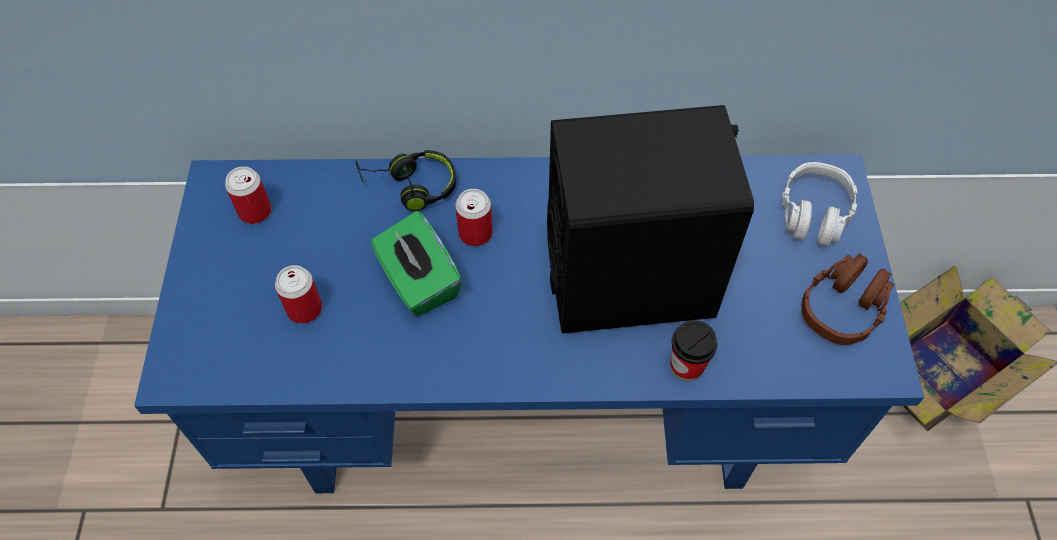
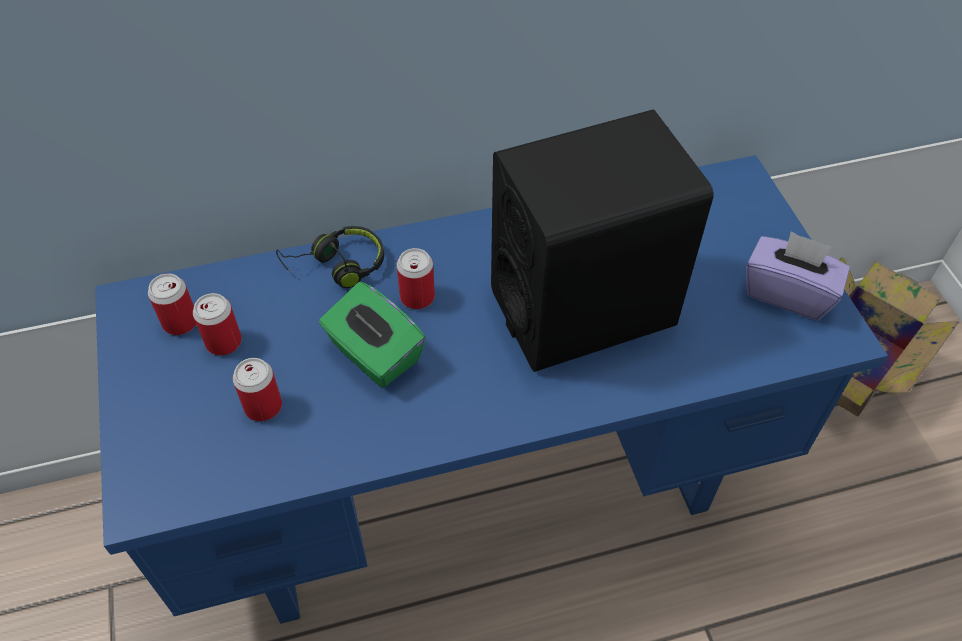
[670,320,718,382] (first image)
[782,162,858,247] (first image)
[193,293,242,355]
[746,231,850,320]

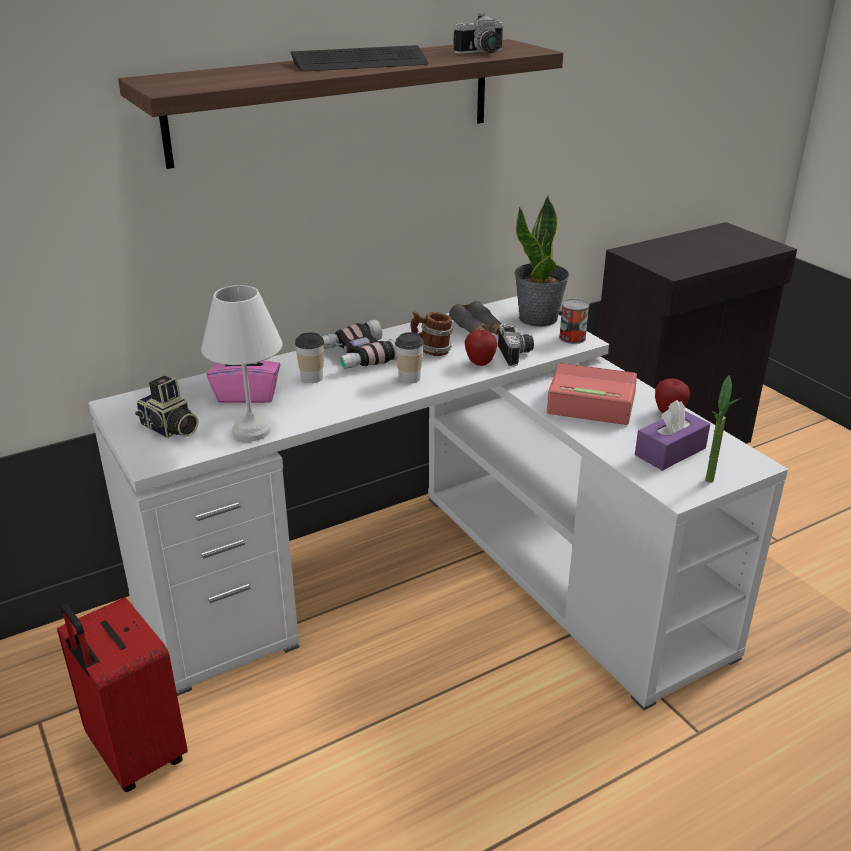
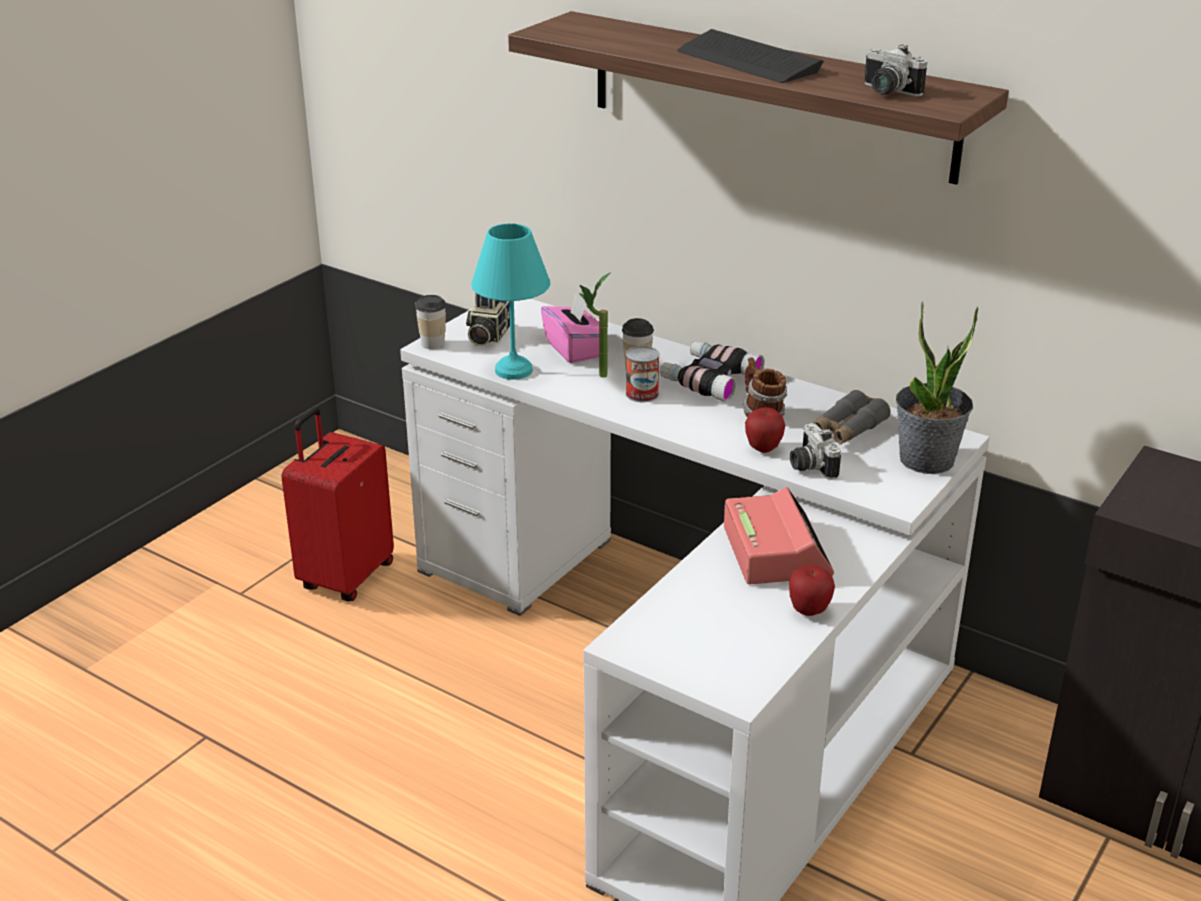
[635,400,710,471] (first image)
[415,295,446,349]
[626,346,660,402]
[579,272,611,378]
[471,223,550,380]
[790,423,841,480]

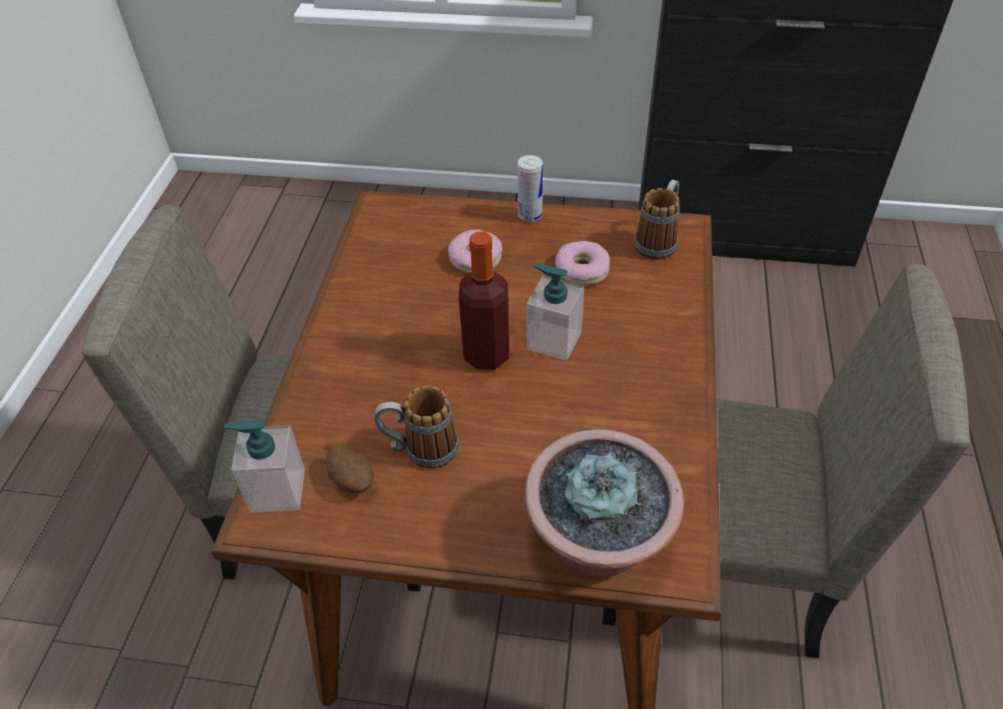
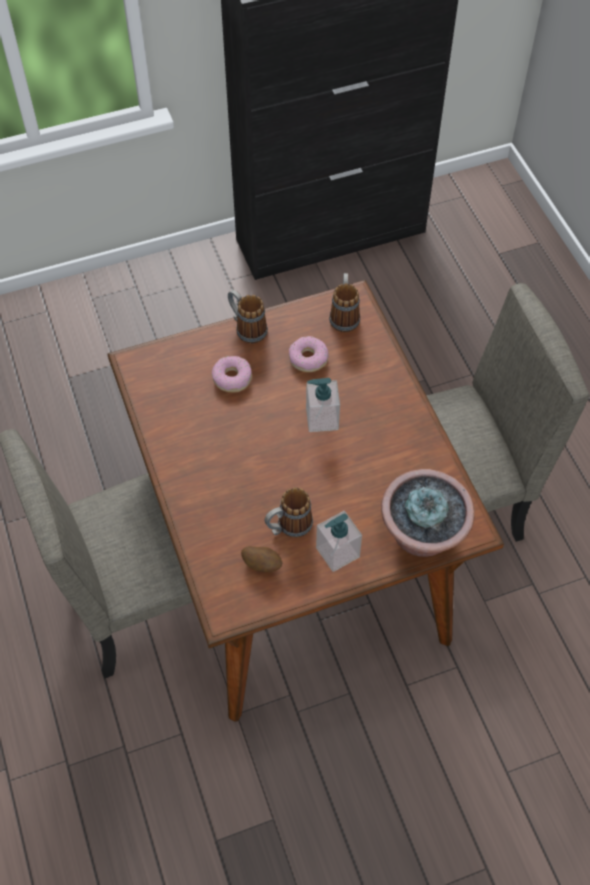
[459,232,510,370] (first image)
[316,511,362,572]
[228,290,268,343]

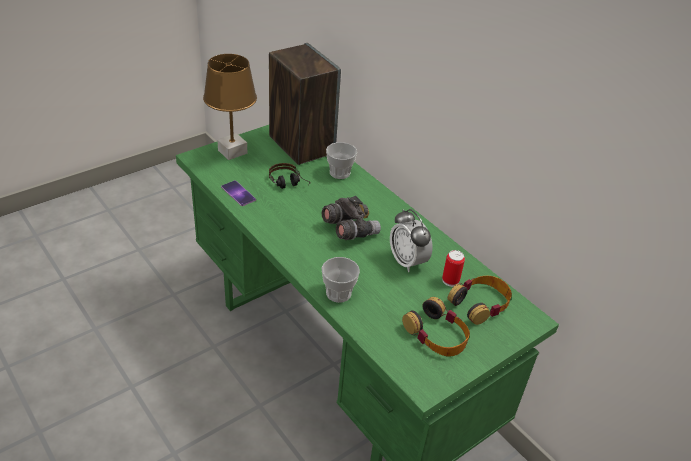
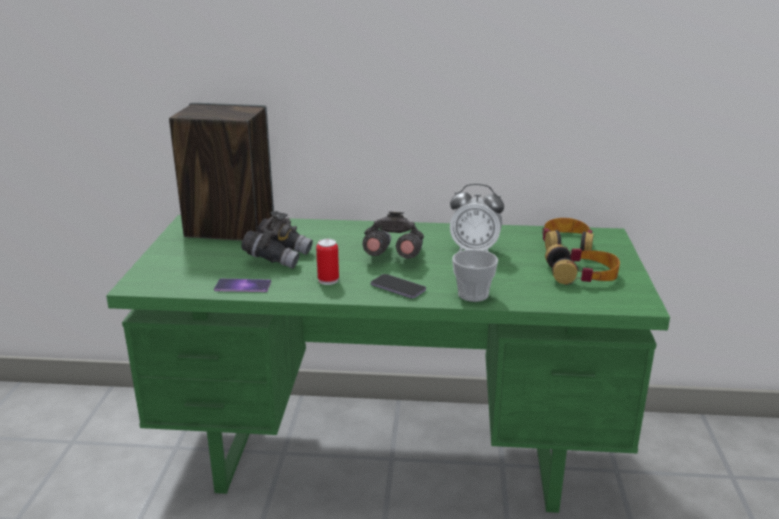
[203,54,257,160] (first image)
[326,142,357,179] (first image)
[371,274,426,298]
[316,239,339,285]
[241,211,313,269]

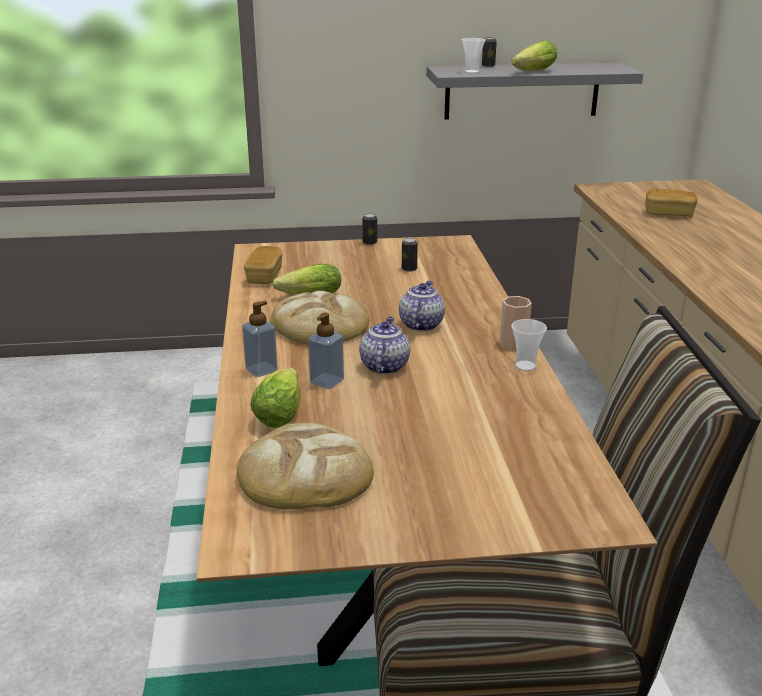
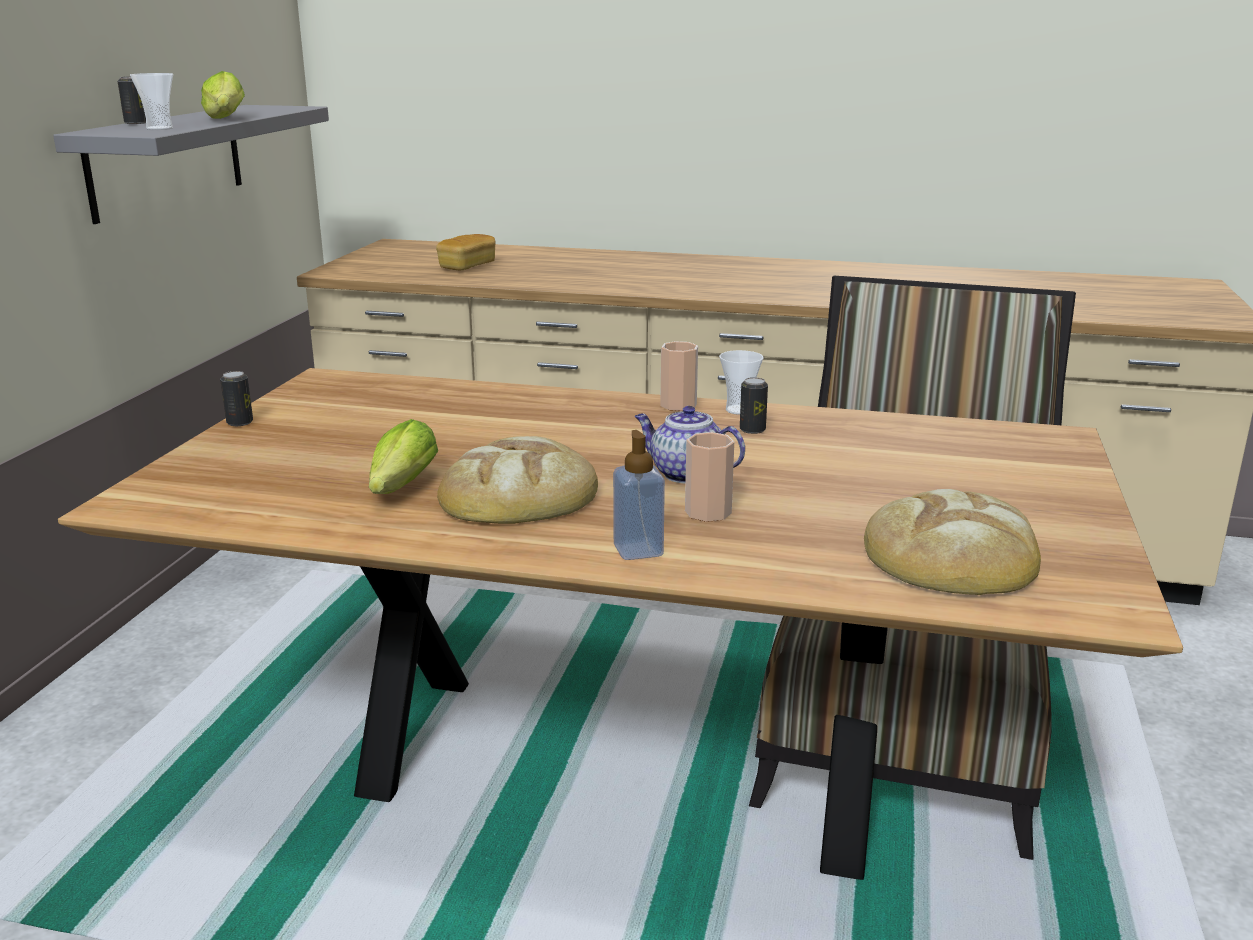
[244,246,282,284] (first image)
[250,368,301,428] (first image)
[399,281,445,331] (first image)
[740,377,768,434]
[685,432,734,522]

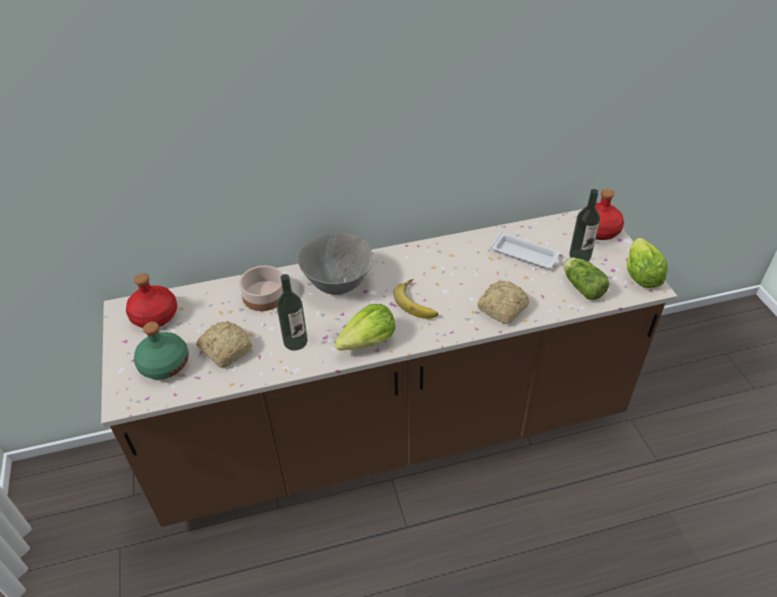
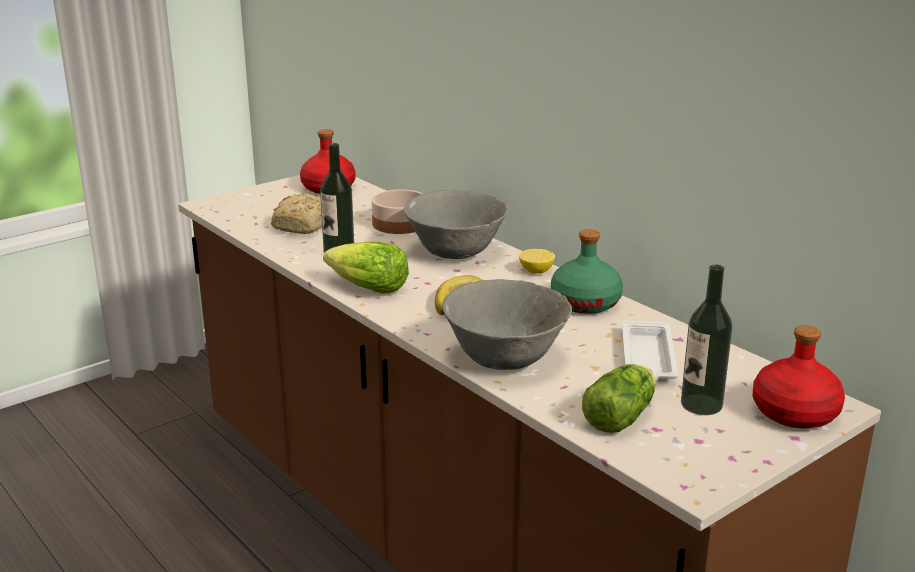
[627,238,668,288] (first image)
[519,249,555,274]
[551,229,623,314]
[442,279,572,370]

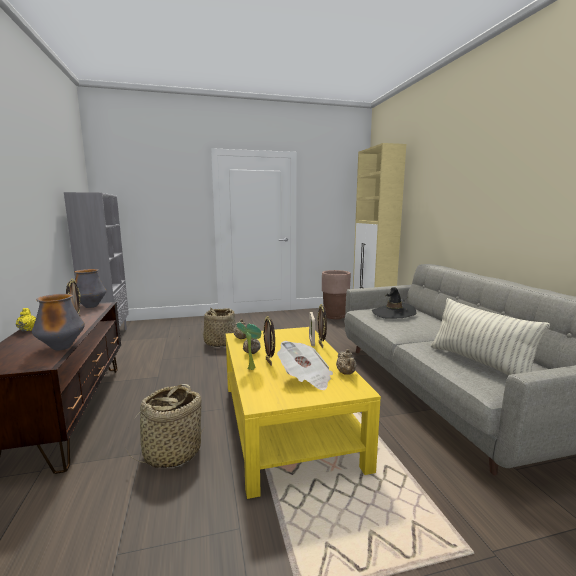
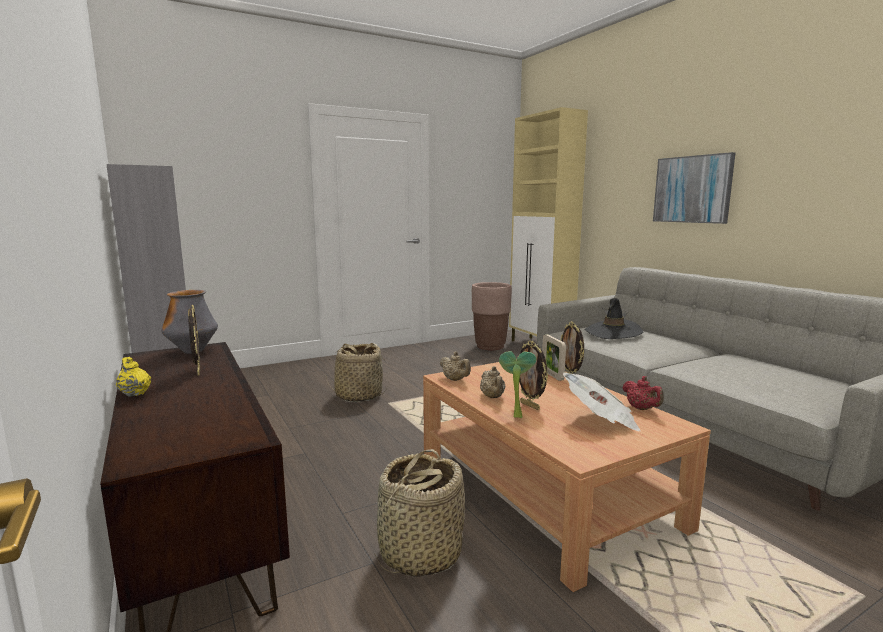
[32,294,85,351] (first image)
[431,298,550,376] (first image)
[653,152,735,224]
[423,359,711,592]
[623,376,664,410]

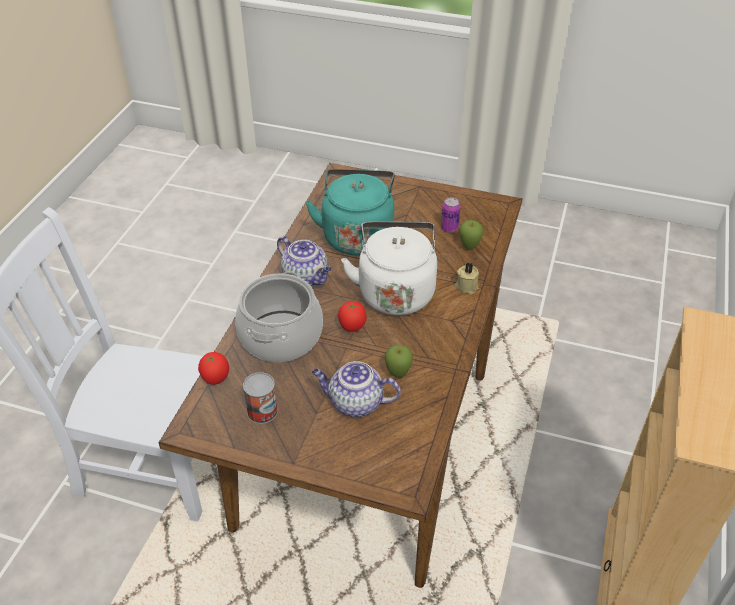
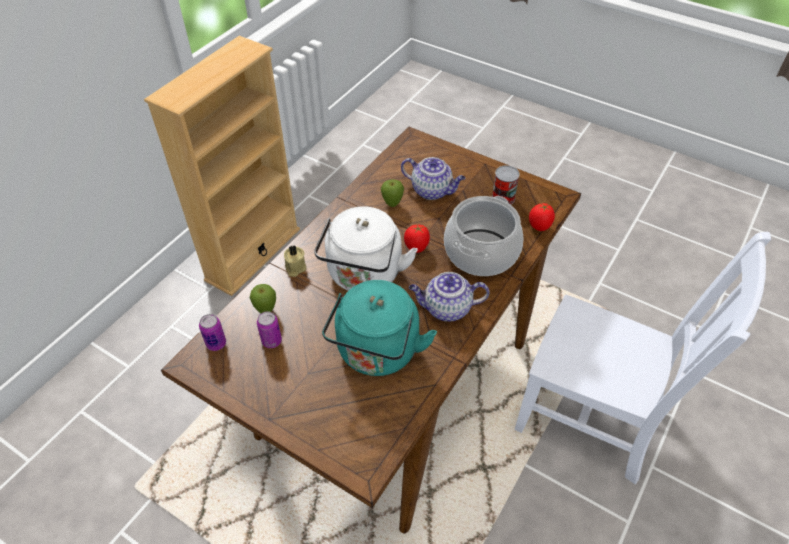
[199,314,226,351]
[409,272,490,322]

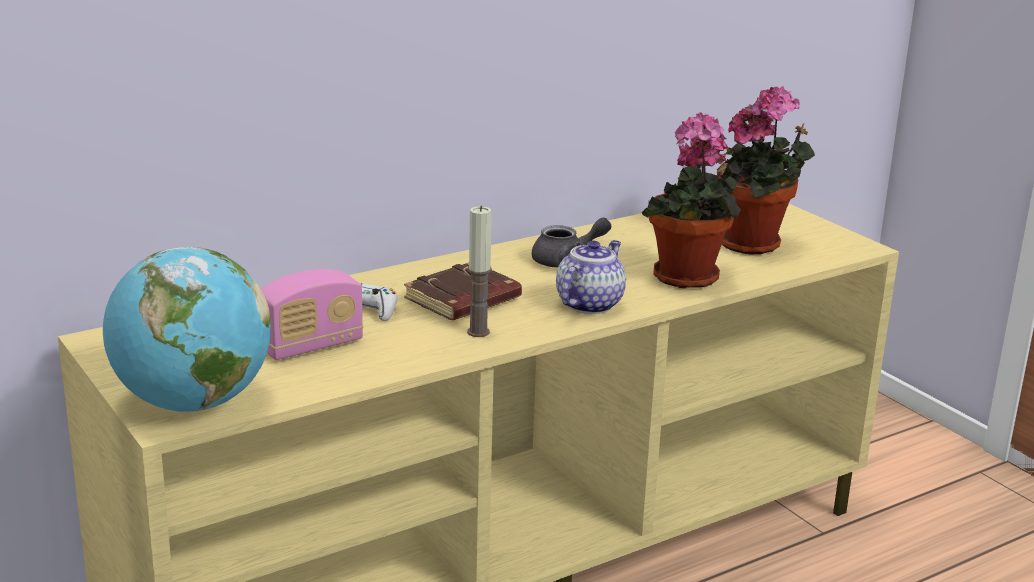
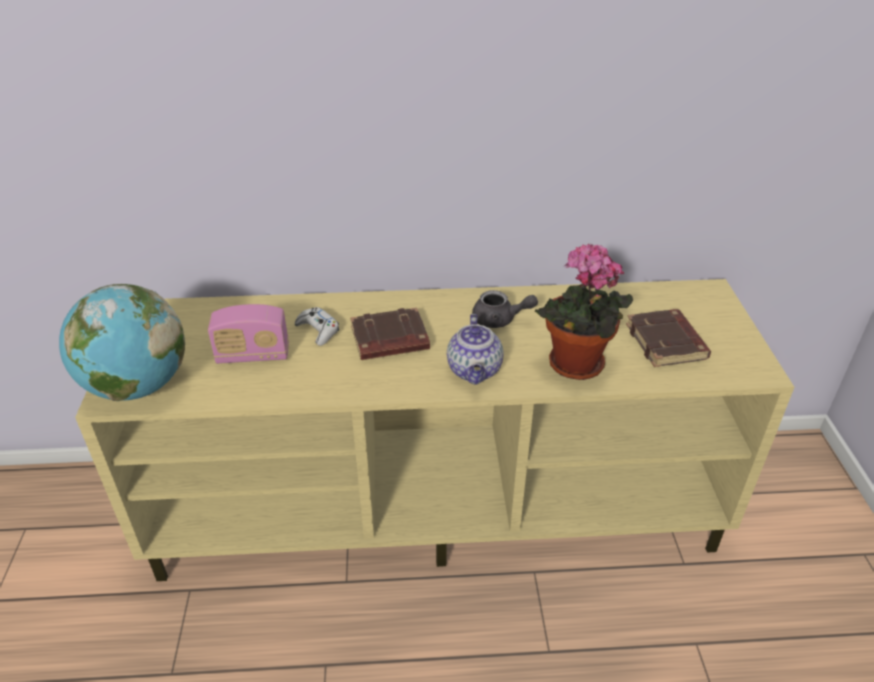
[467,206,492,337] (first image)
[626,309,711,367]
[447,314,504,384]

